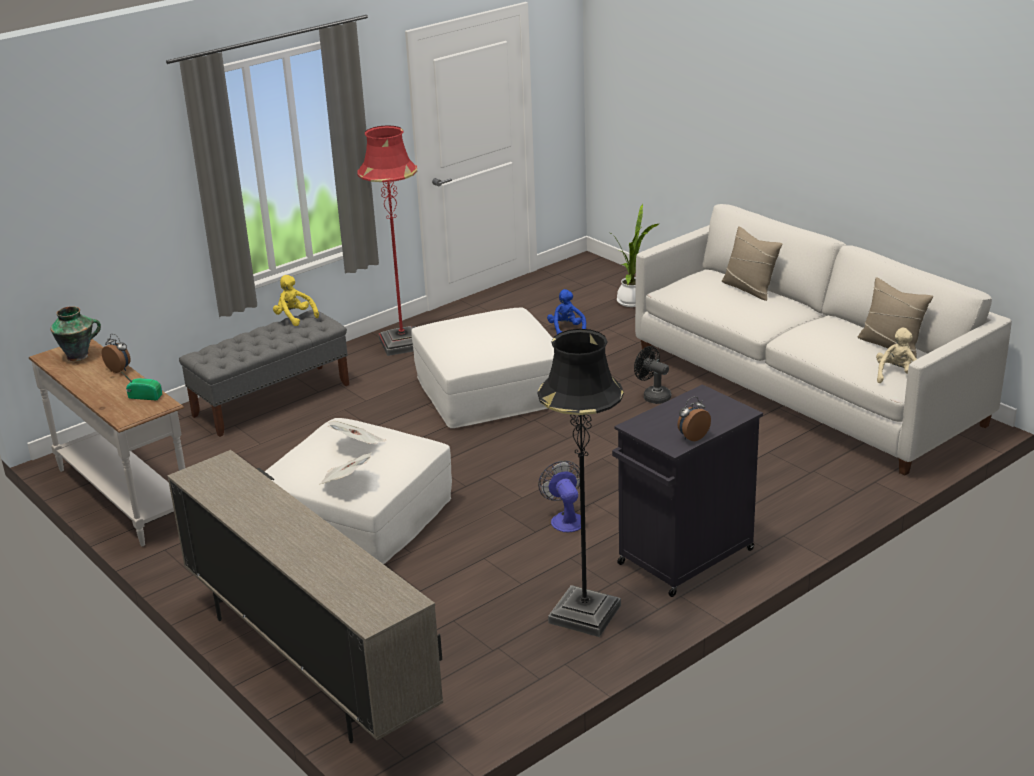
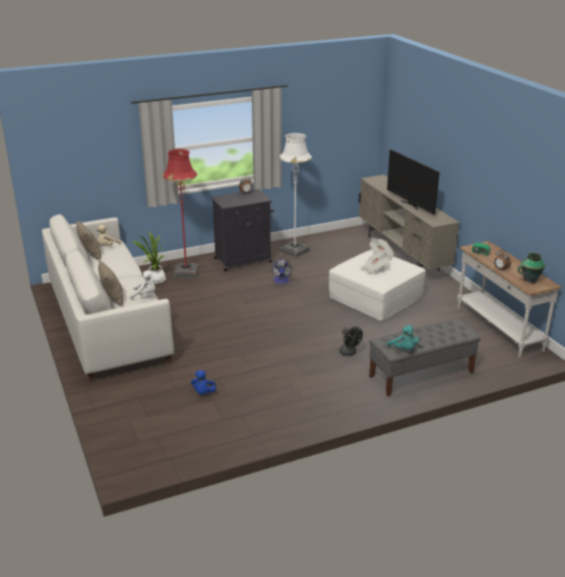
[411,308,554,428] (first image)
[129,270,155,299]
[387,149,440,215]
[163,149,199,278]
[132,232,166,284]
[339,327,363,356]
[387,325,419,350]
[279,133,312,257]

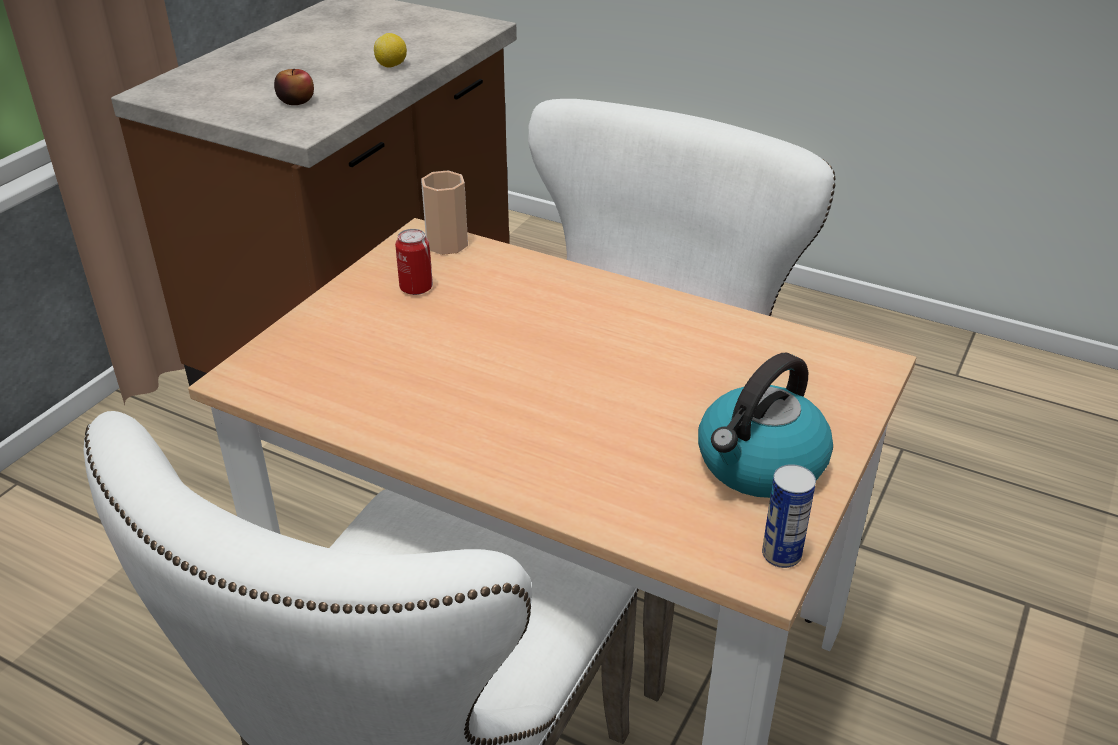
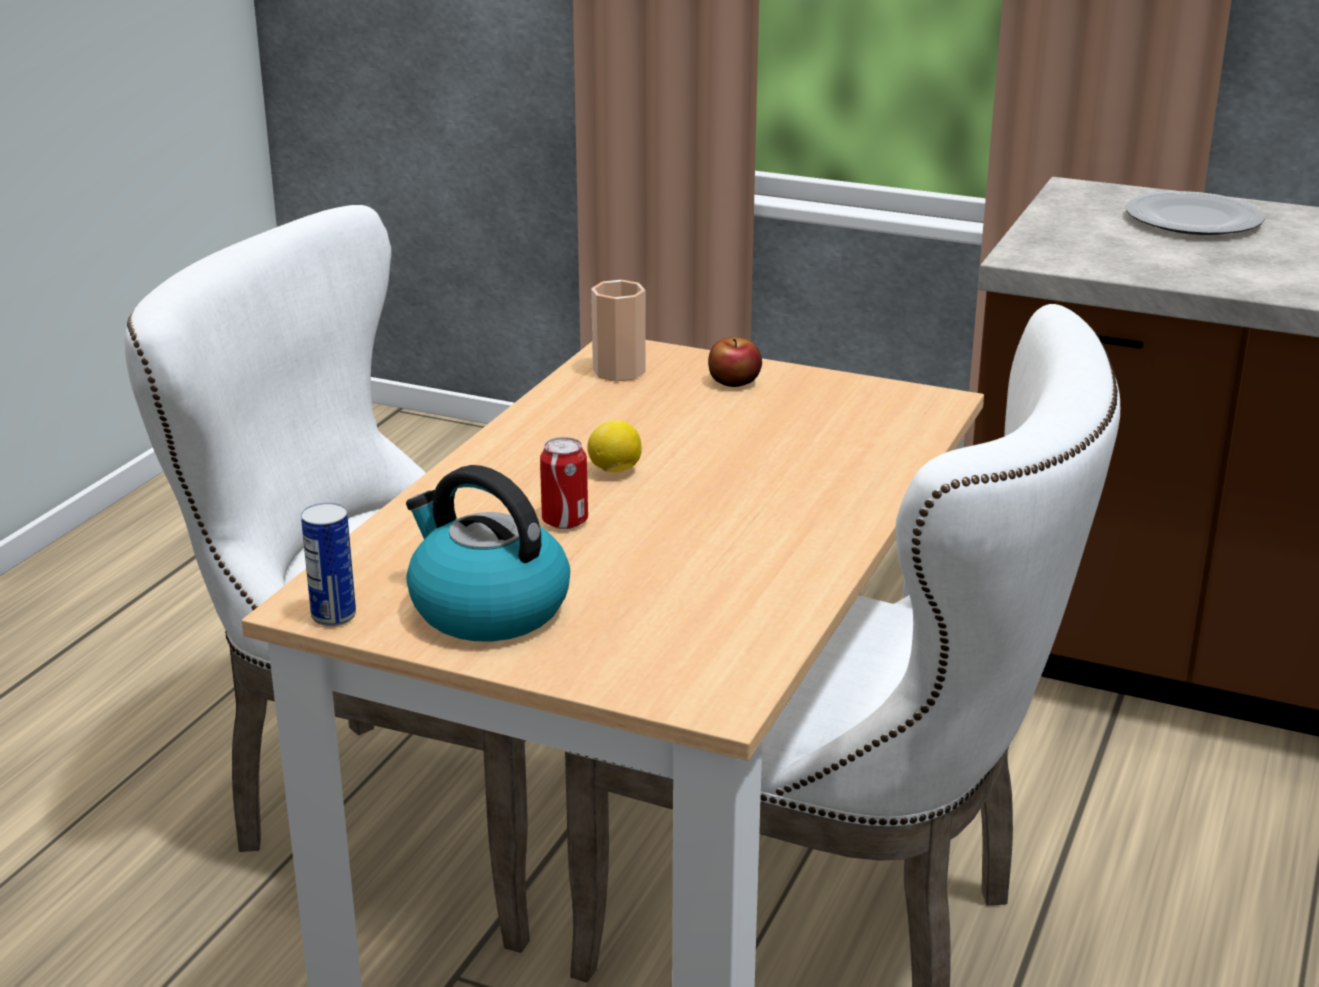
[1126,191,1265,235]
[708,337,762,387]
[587,420,642,472]
[540,437,588,529]
[591,280,646,381]

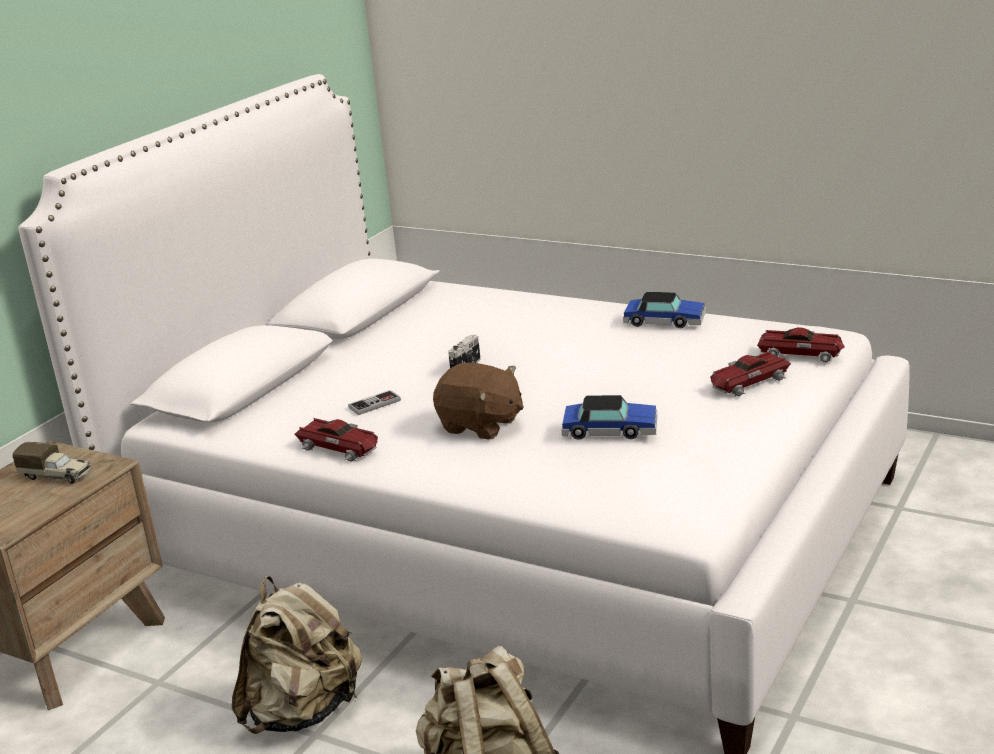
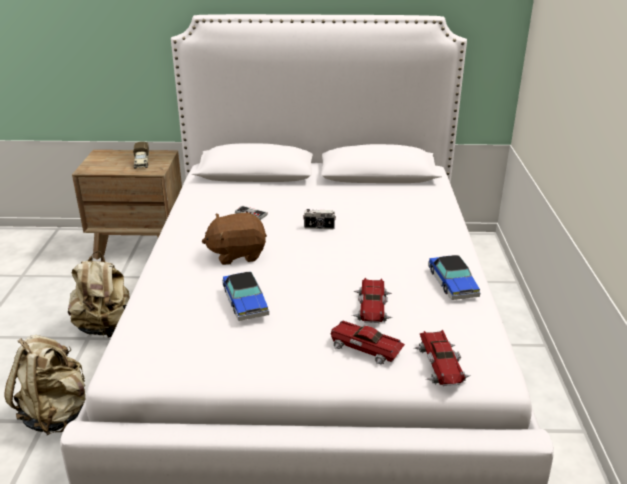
[352,278,393,323]
[202,213,267,265]

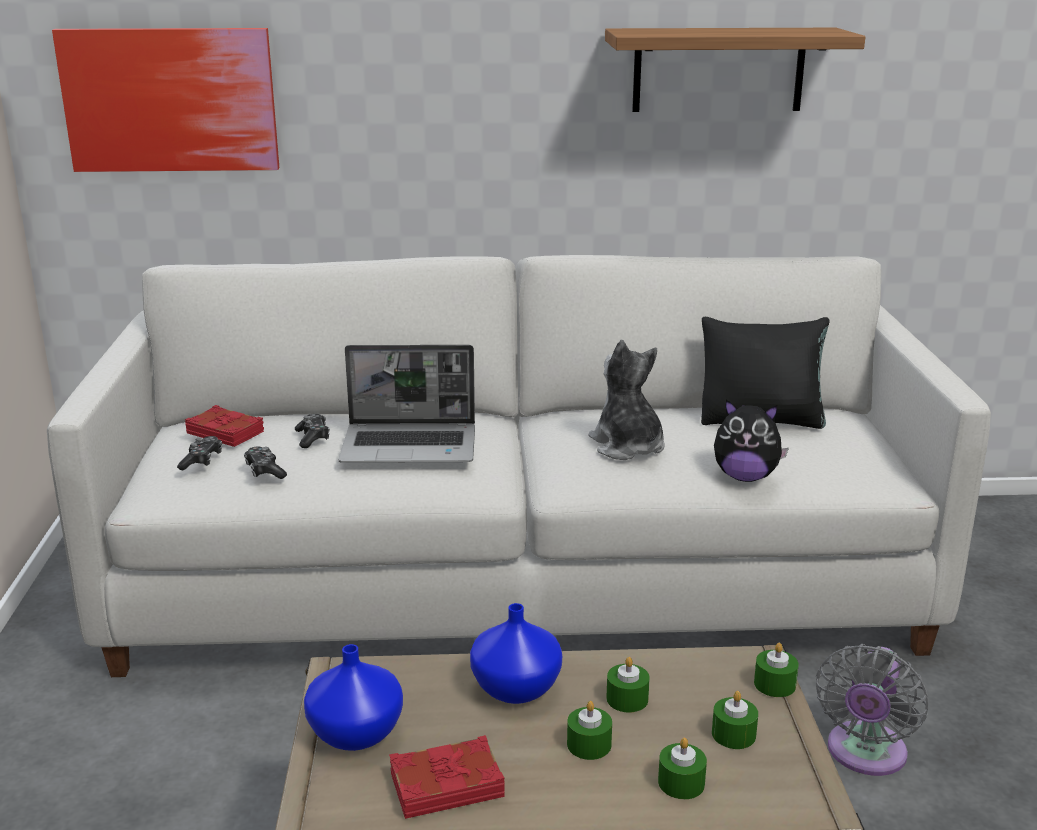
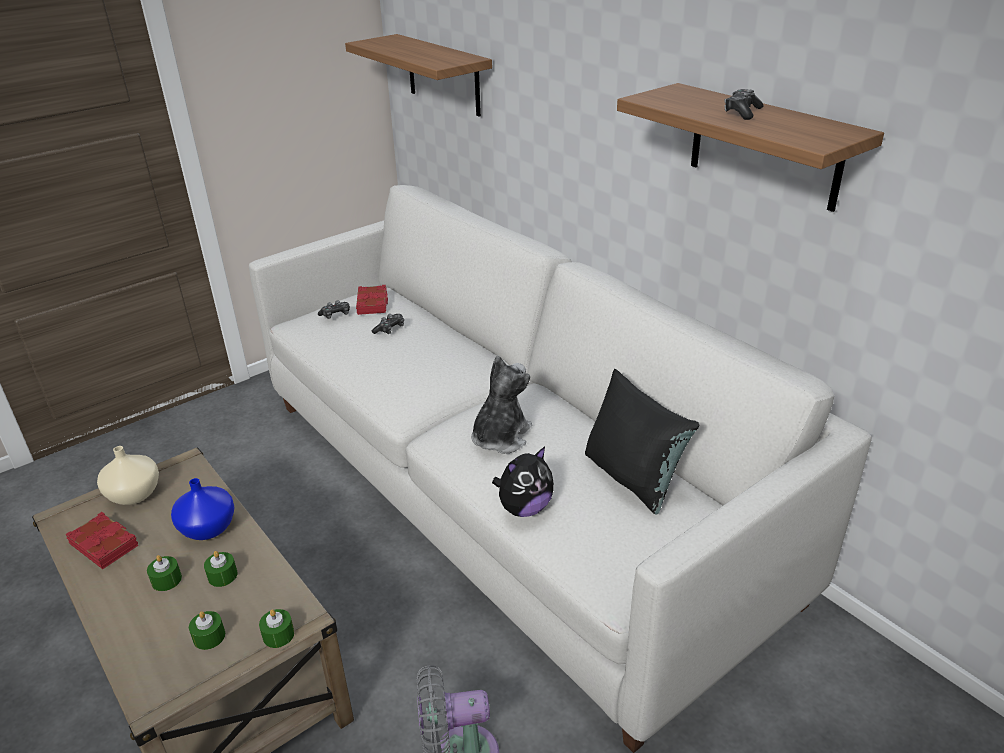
[338,345,475,463] (first image)
[658,738,707,799] (first image)
[724,89,764,120]
[345,34,492,117]
[97,446,159,505]
[492,447,554,517]

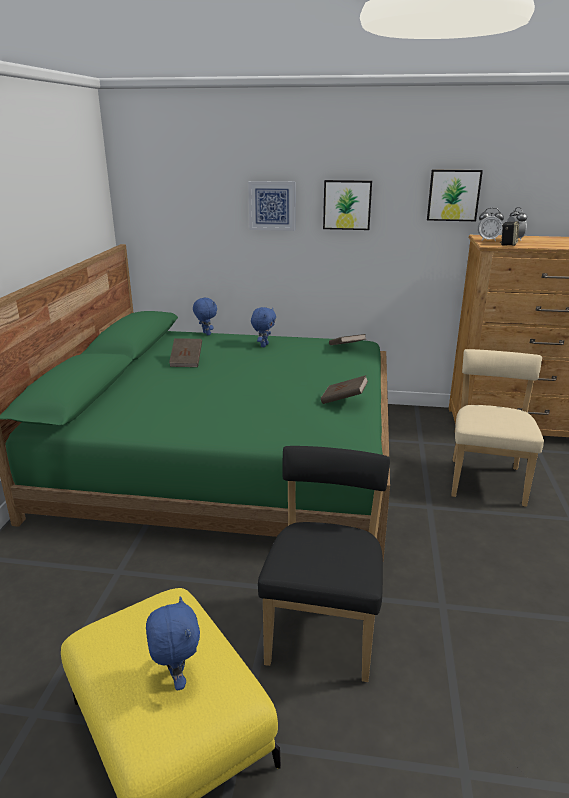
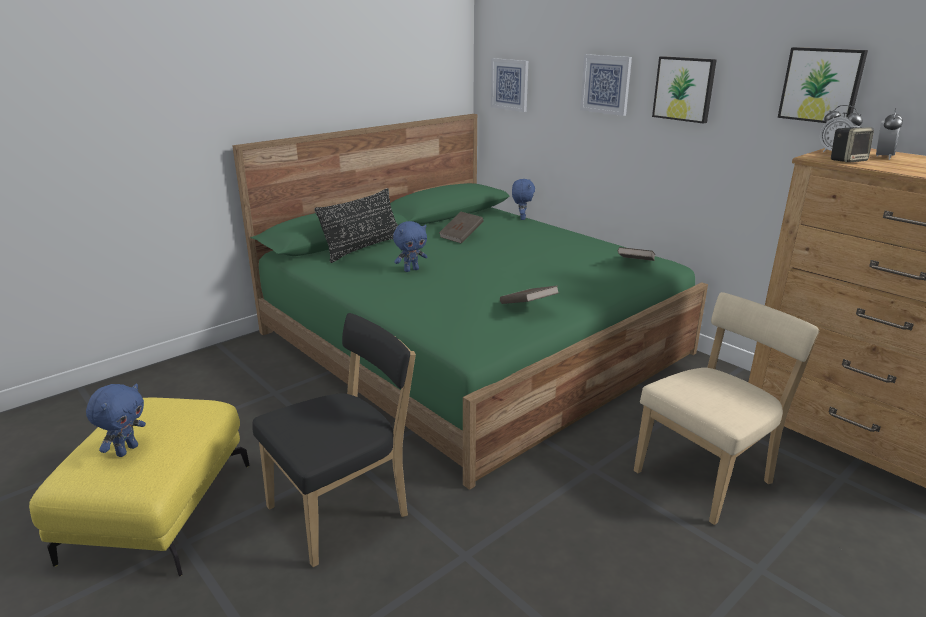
[314,188,398,263]
[491,58,528,112]
[393,221,427,272]

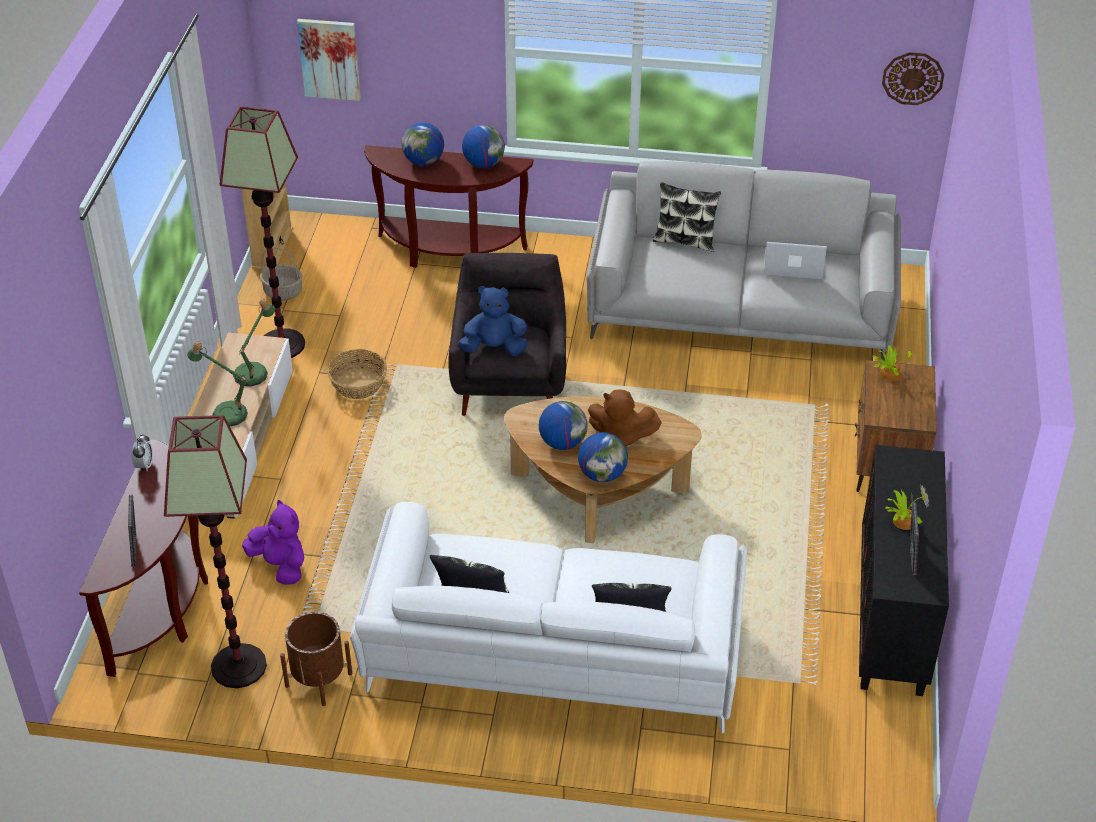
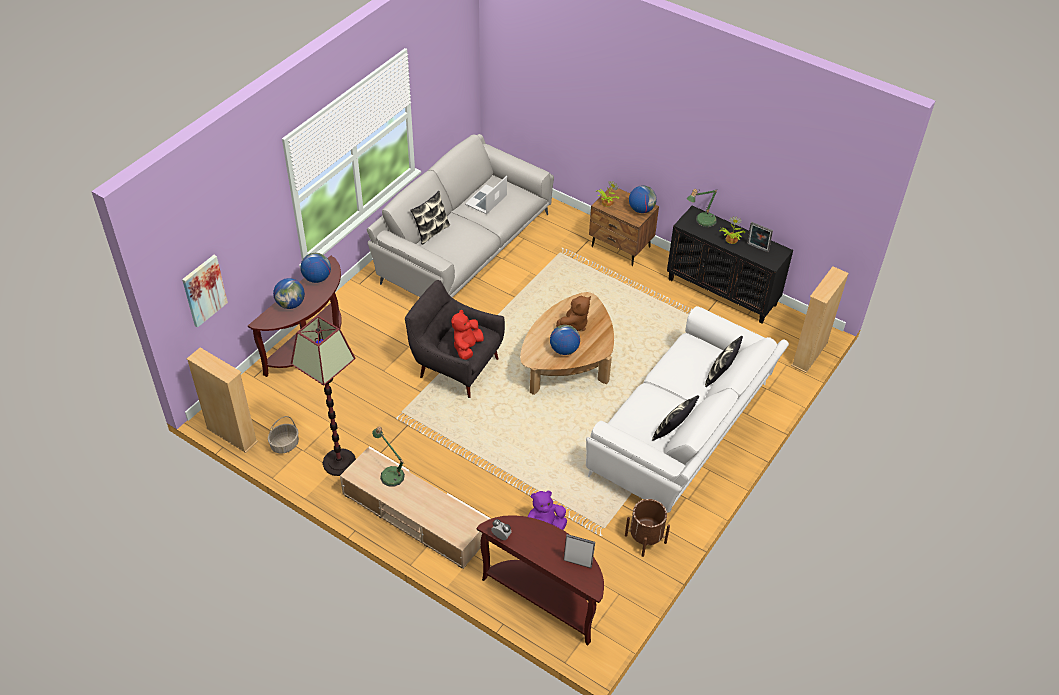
[164,415,267,688] (first image)
[327,349,387,399] (first image)
[882,52,944,105] (first image)
[791,266,849,373]
[687,189,718,227]
[629,185,657,213]
[451,310,484,360]

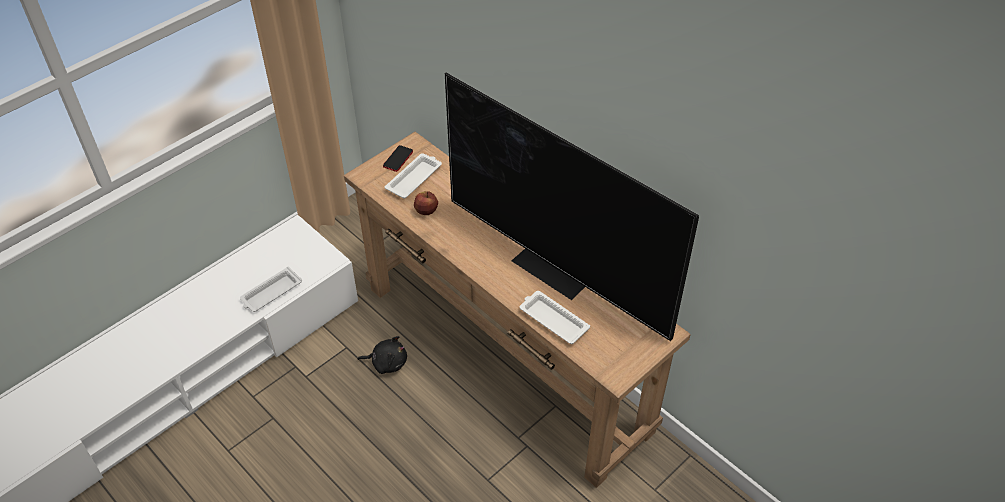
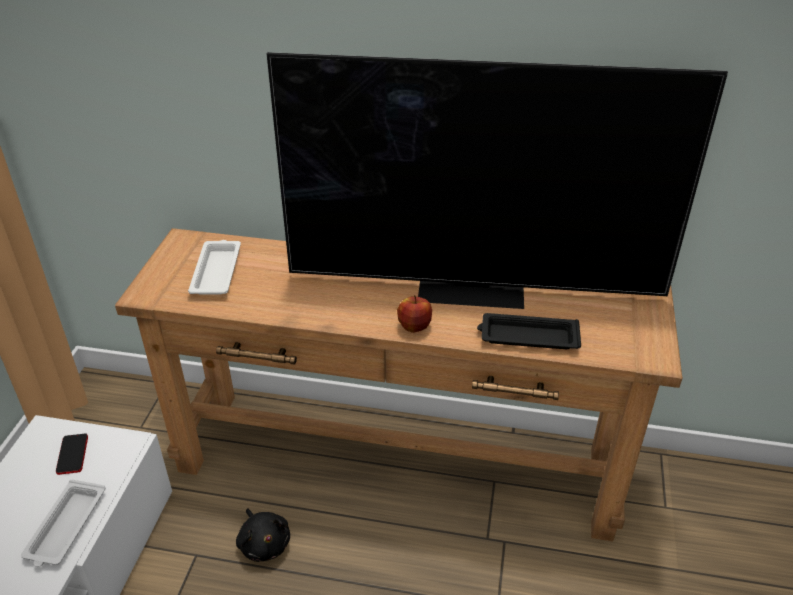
[56,433,88,475]
[397,295,432,333]
[477,313,581,349]
[236,509,290,562]

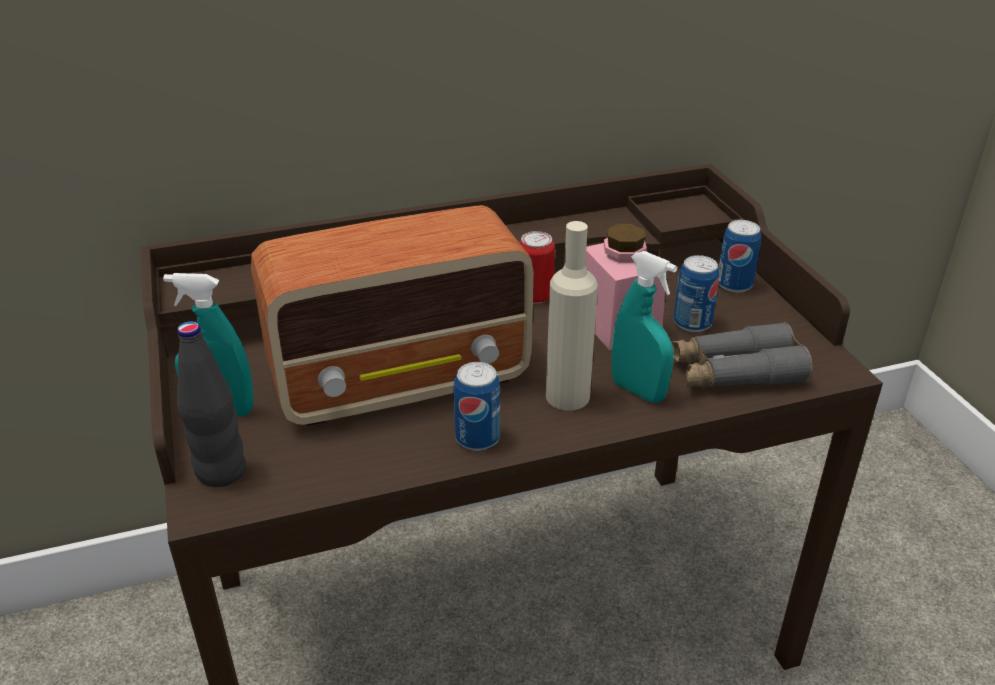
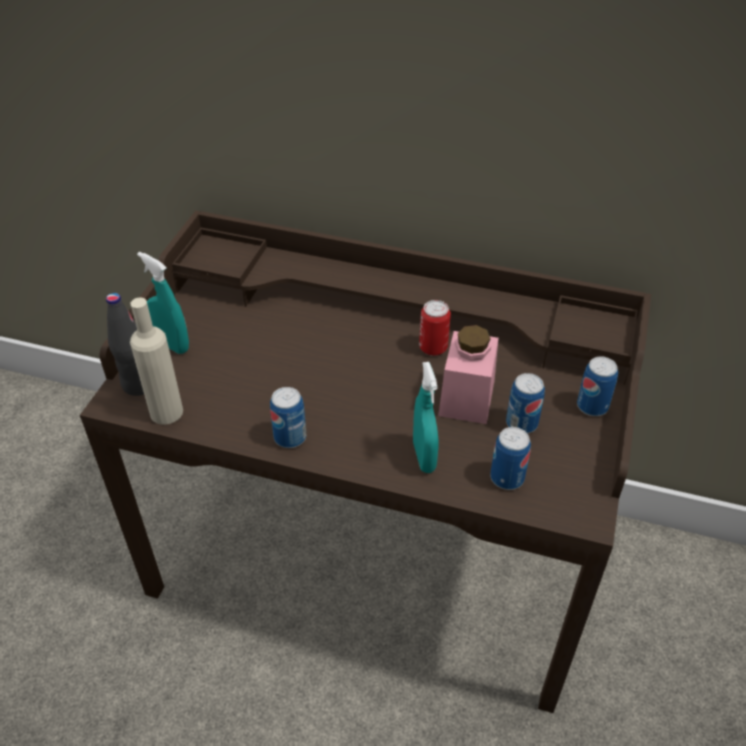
[251,205,534,426] (first image)
[130,298,183,425]
[490,427,531,490]

